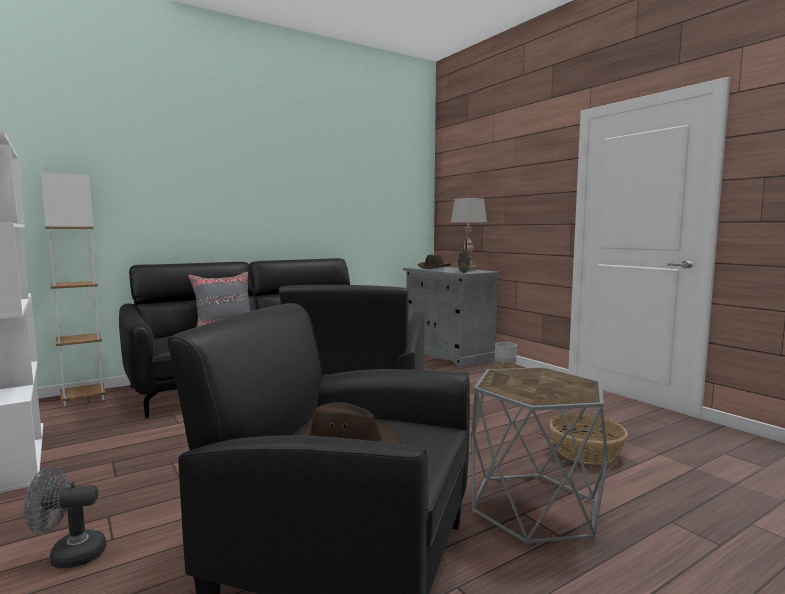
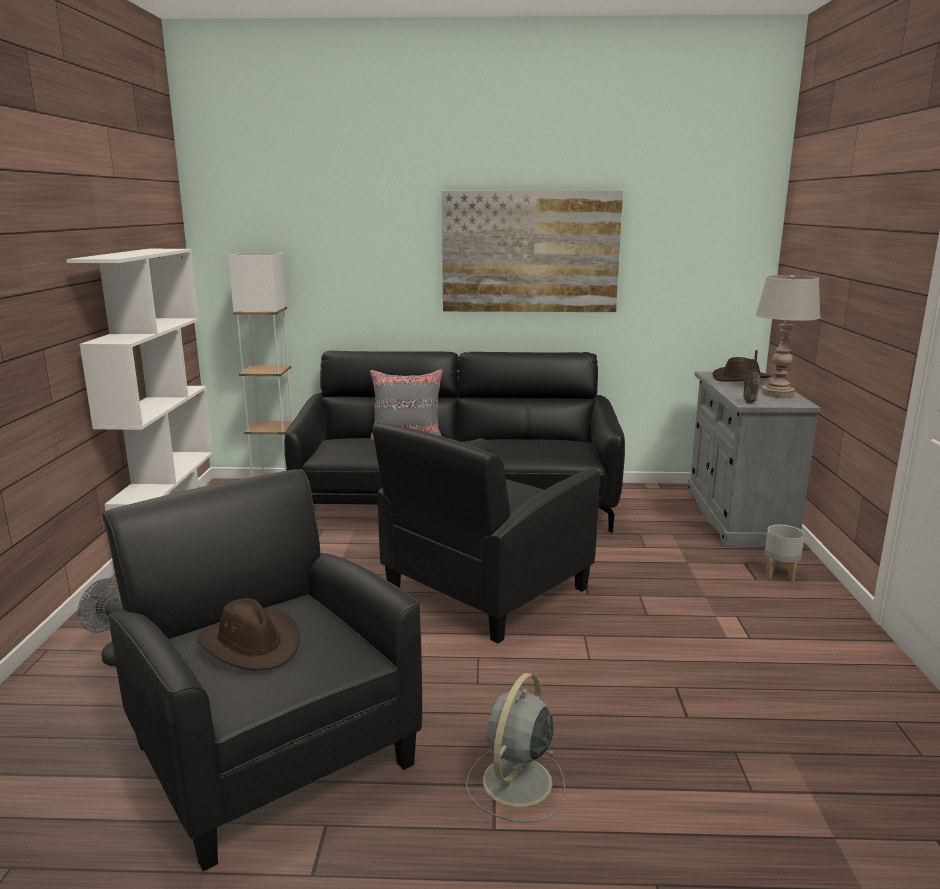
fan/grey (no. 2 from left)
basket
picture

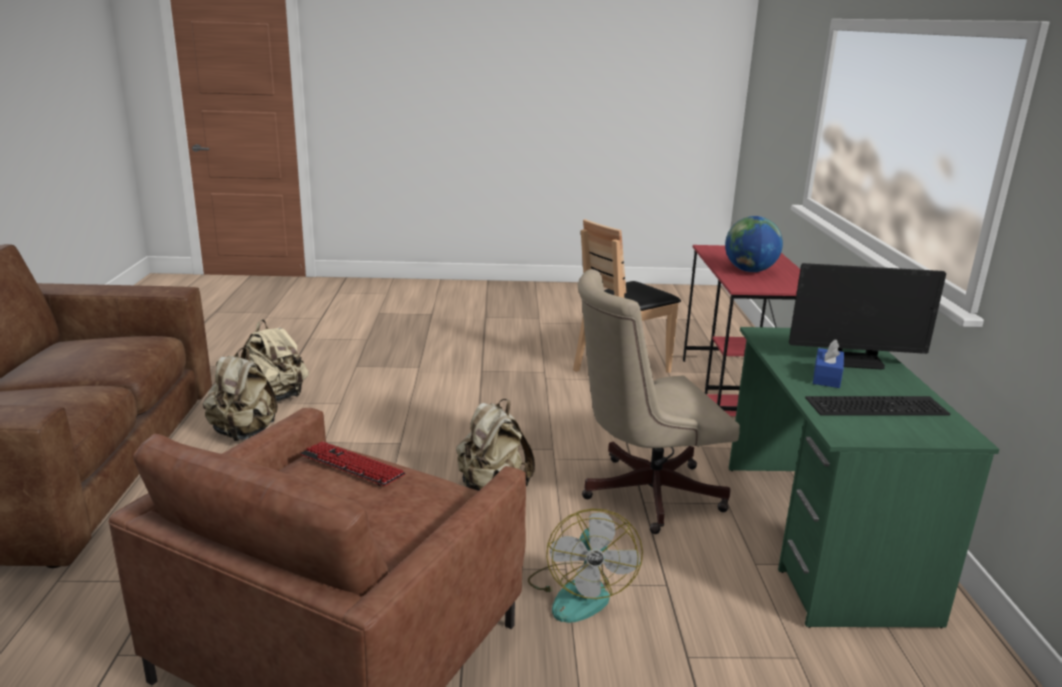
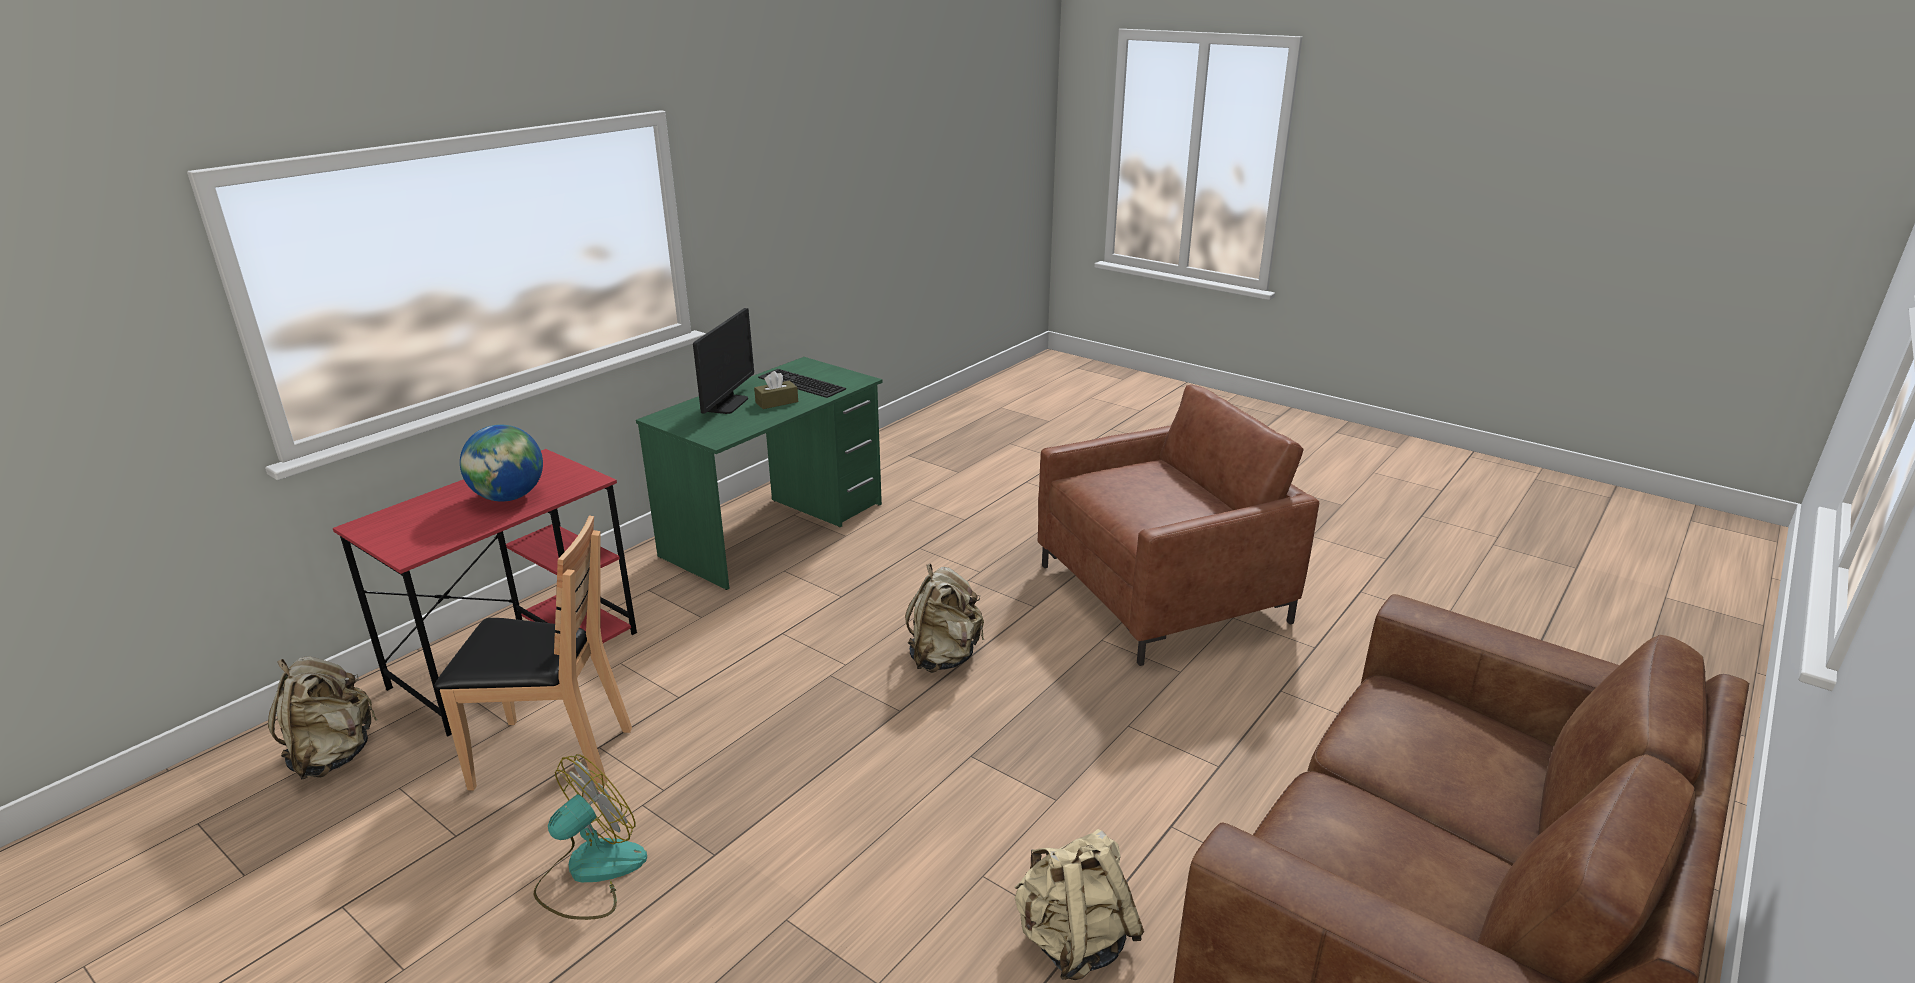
monitor
office chair/beige
tissue box/brown
backpack/beige (no. 1 from left)
keyboard (no. 1 from left in the first image)
fan

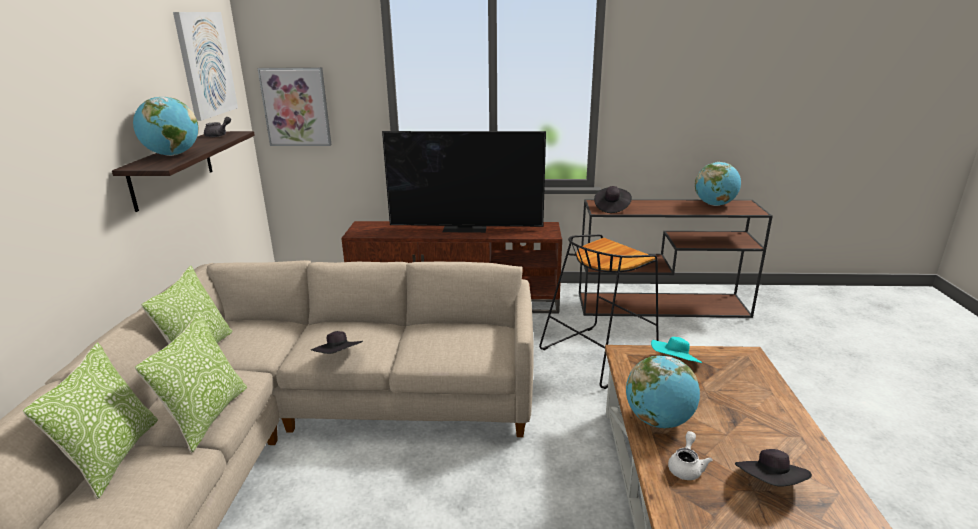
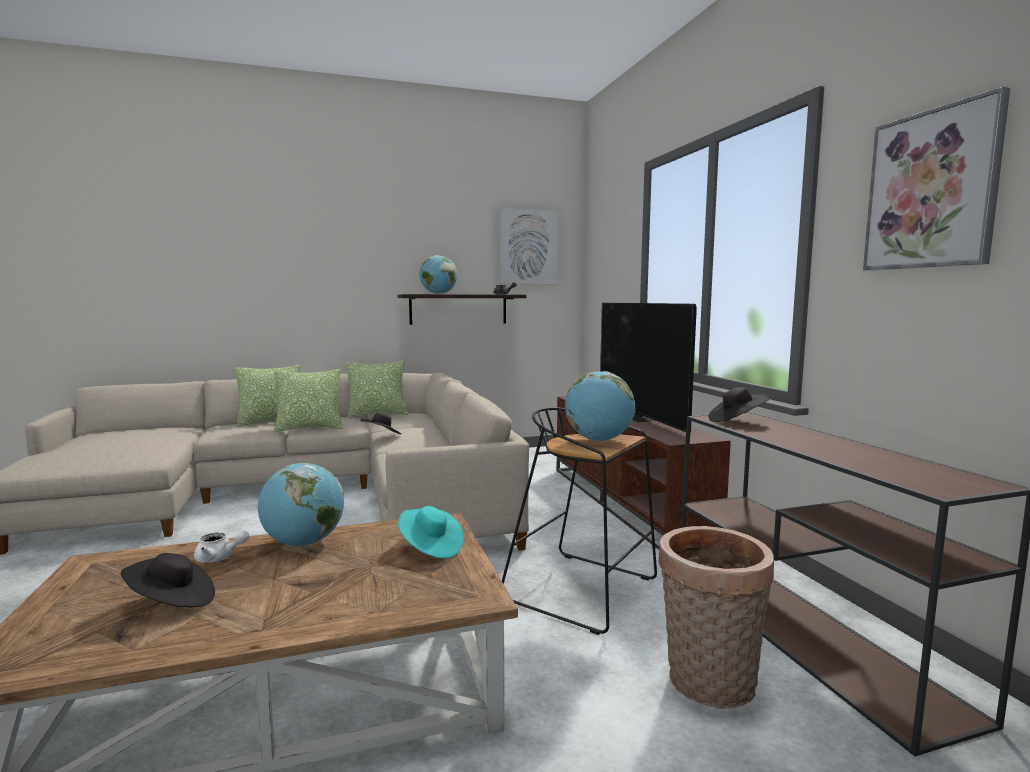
picture (no. 2 from left)
globe (no. 3 from left)
basket

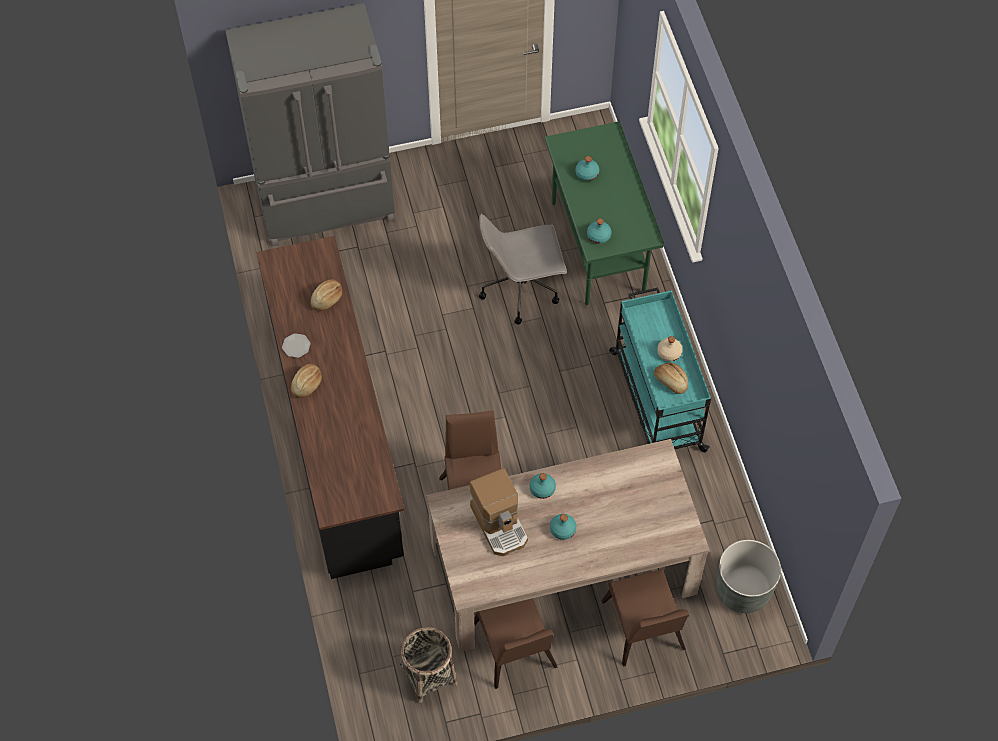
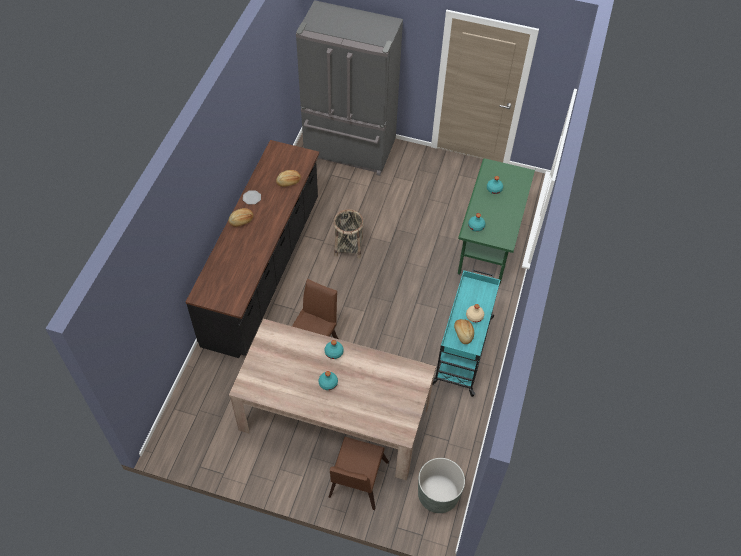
office chair/grey
coffee machine
chair/brown (no. 2 from left in the first image)
basket

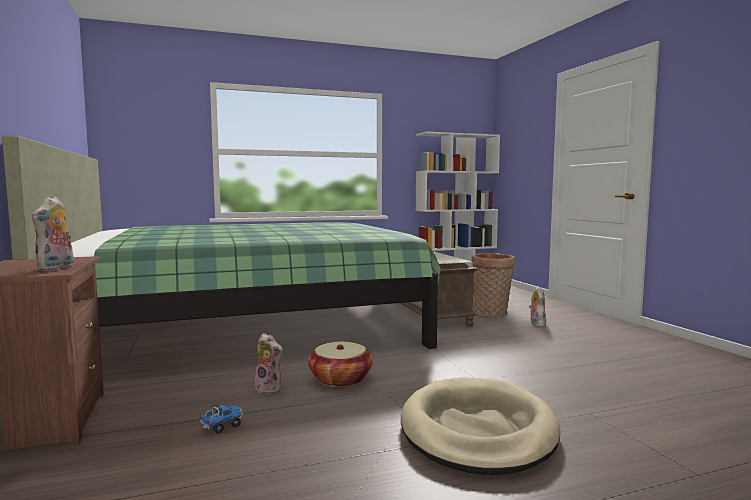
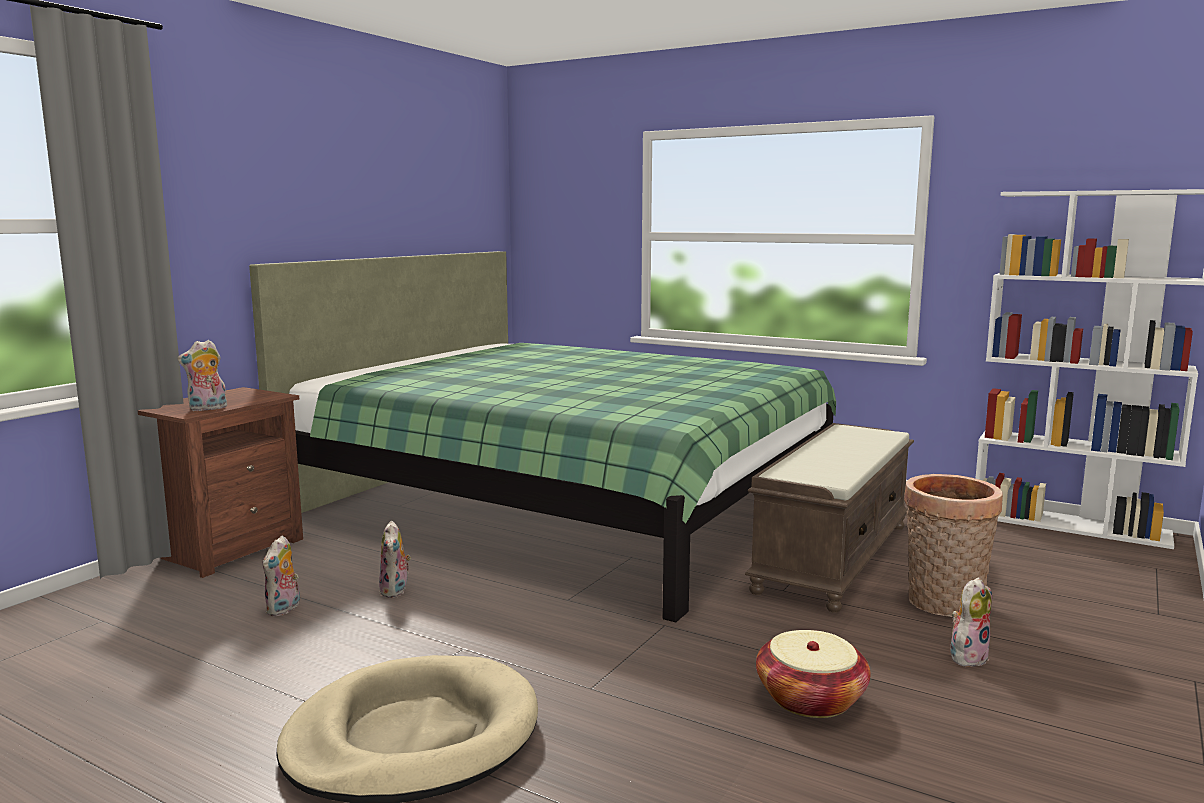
basket (no. 1 from left)
plush toy (no. 2 from left)

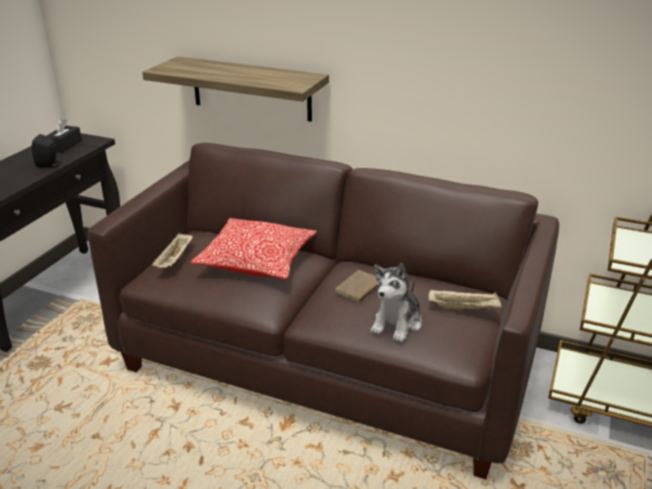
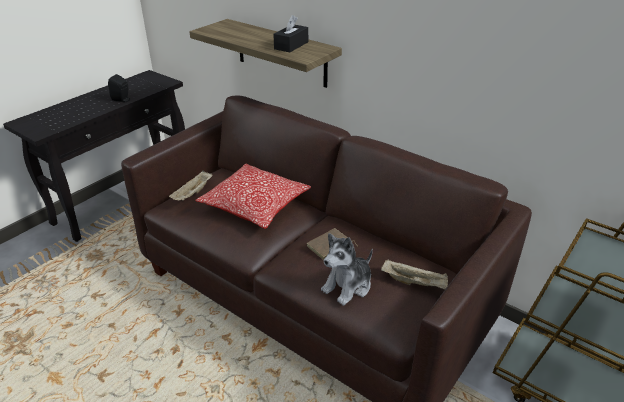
tissue box/black

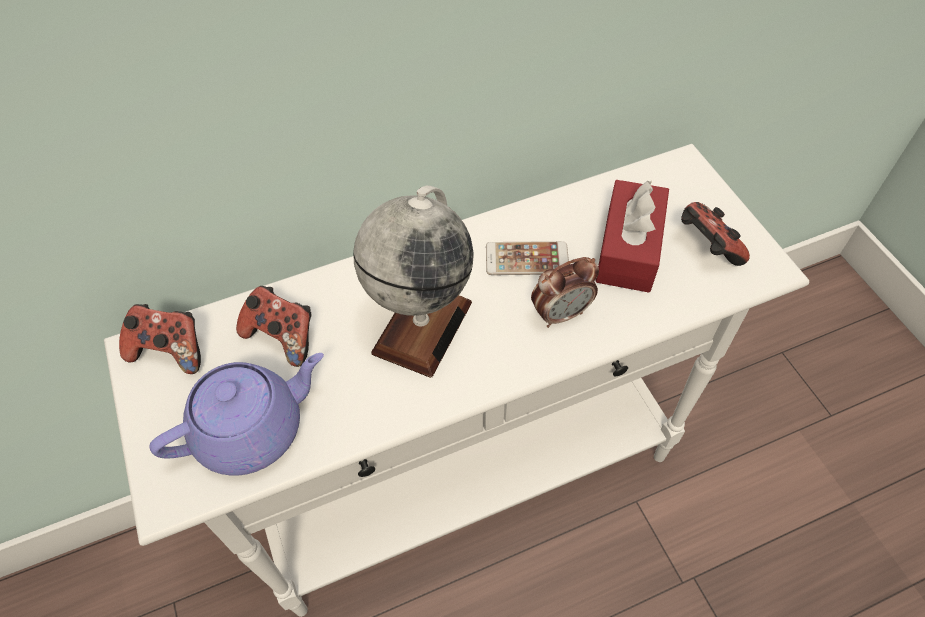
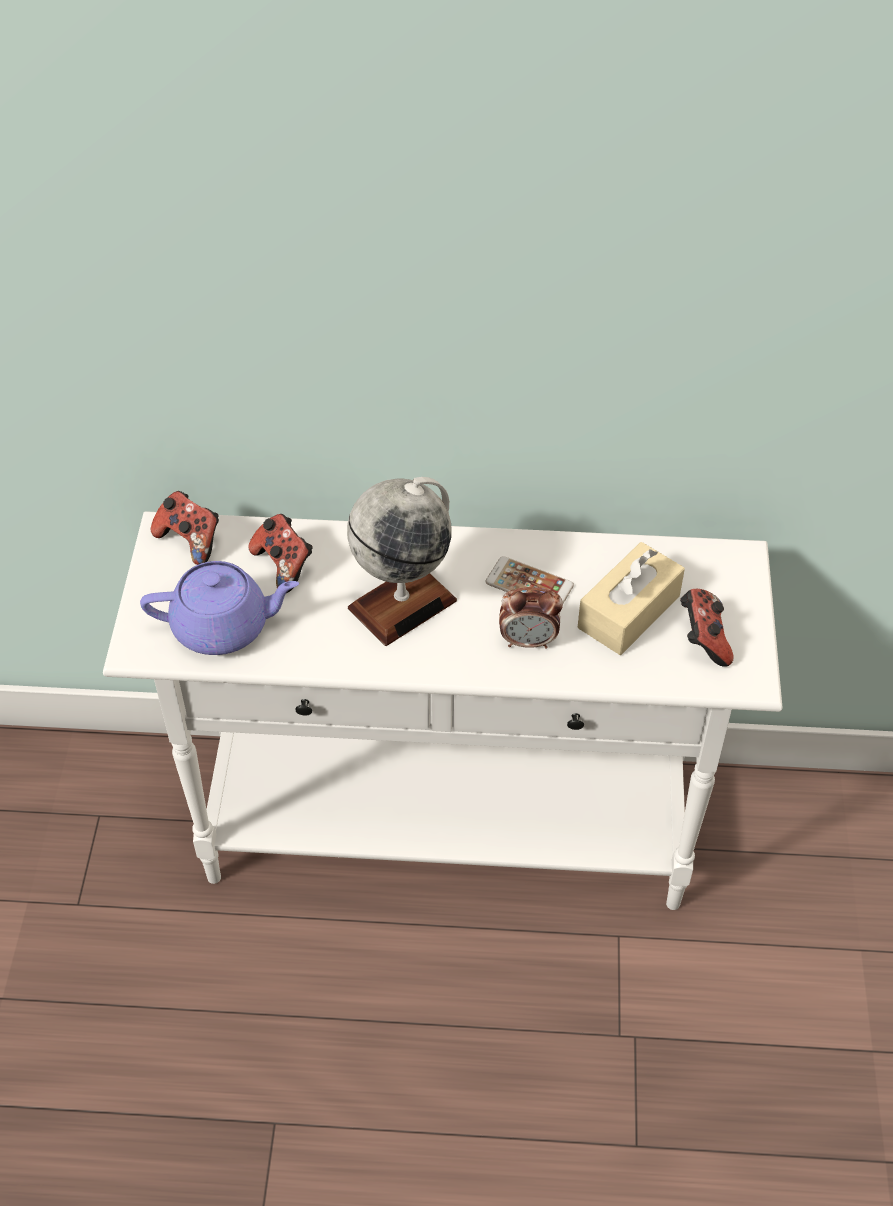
tissue box/beige

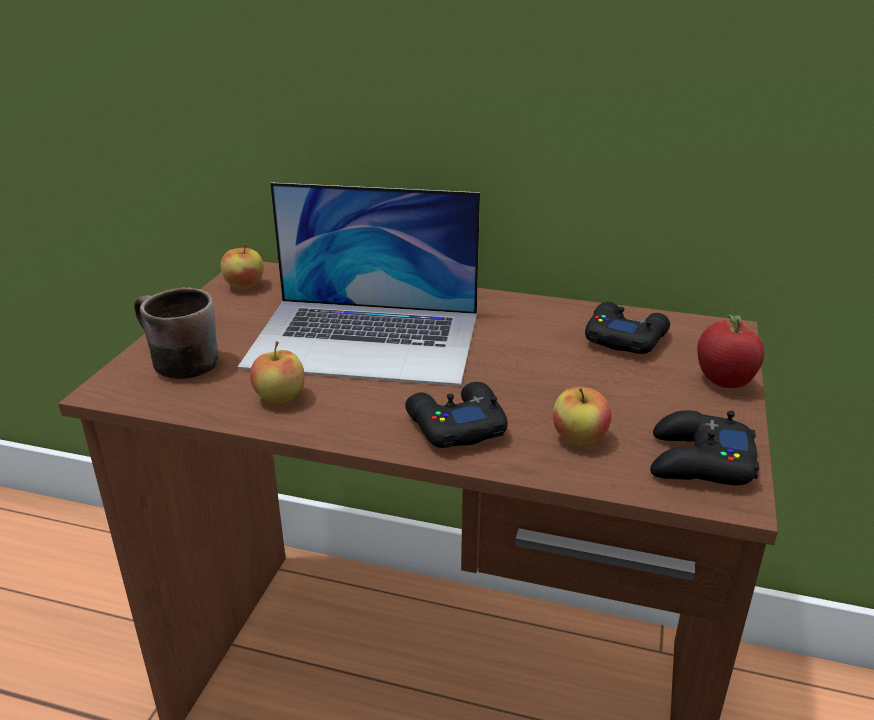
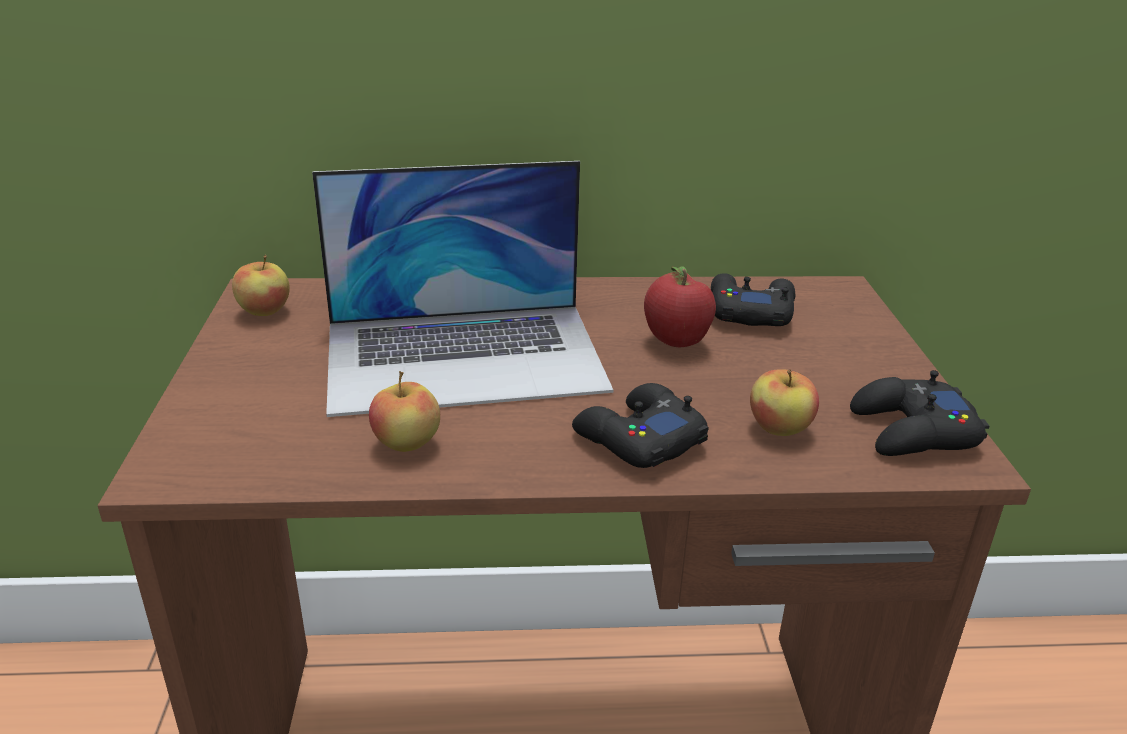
mug/brown
apple (no. 3 from left)

